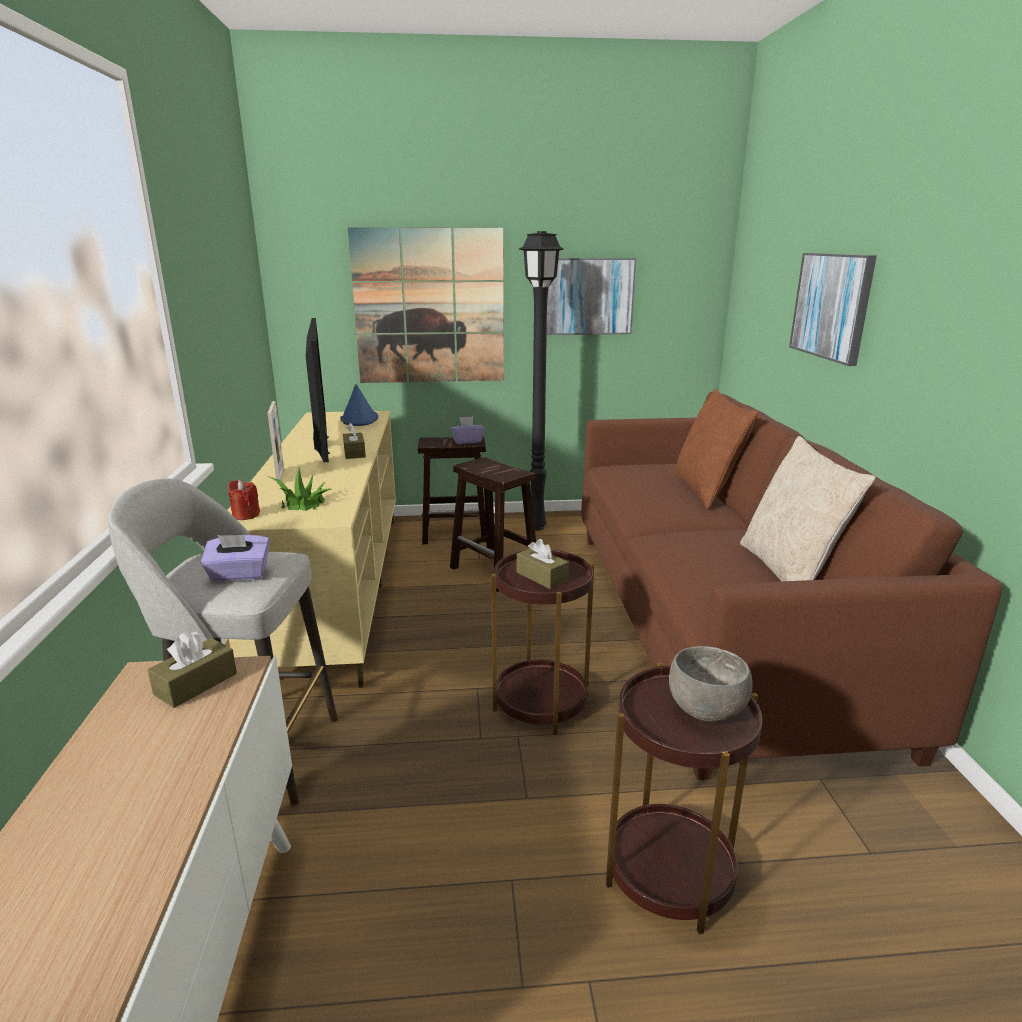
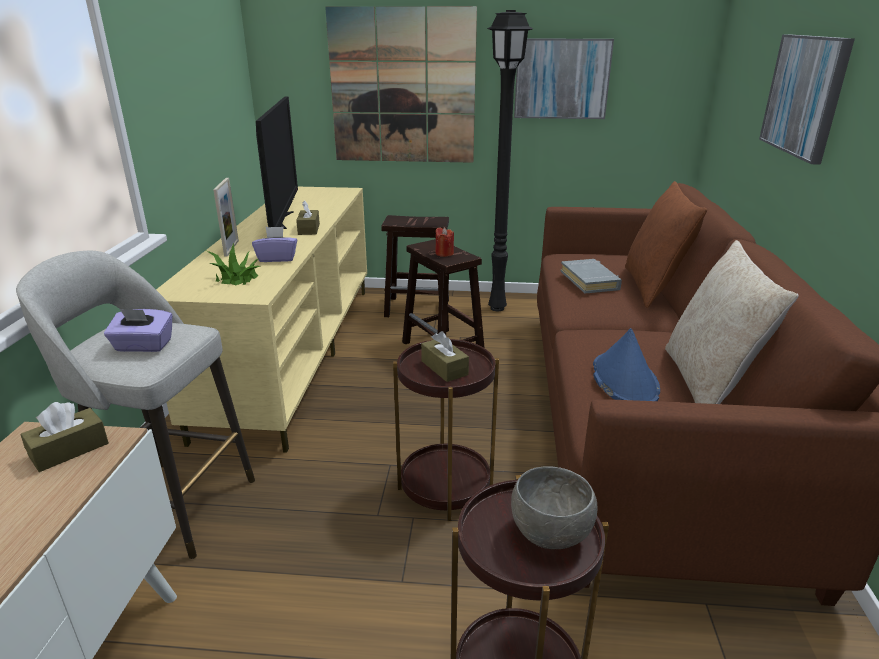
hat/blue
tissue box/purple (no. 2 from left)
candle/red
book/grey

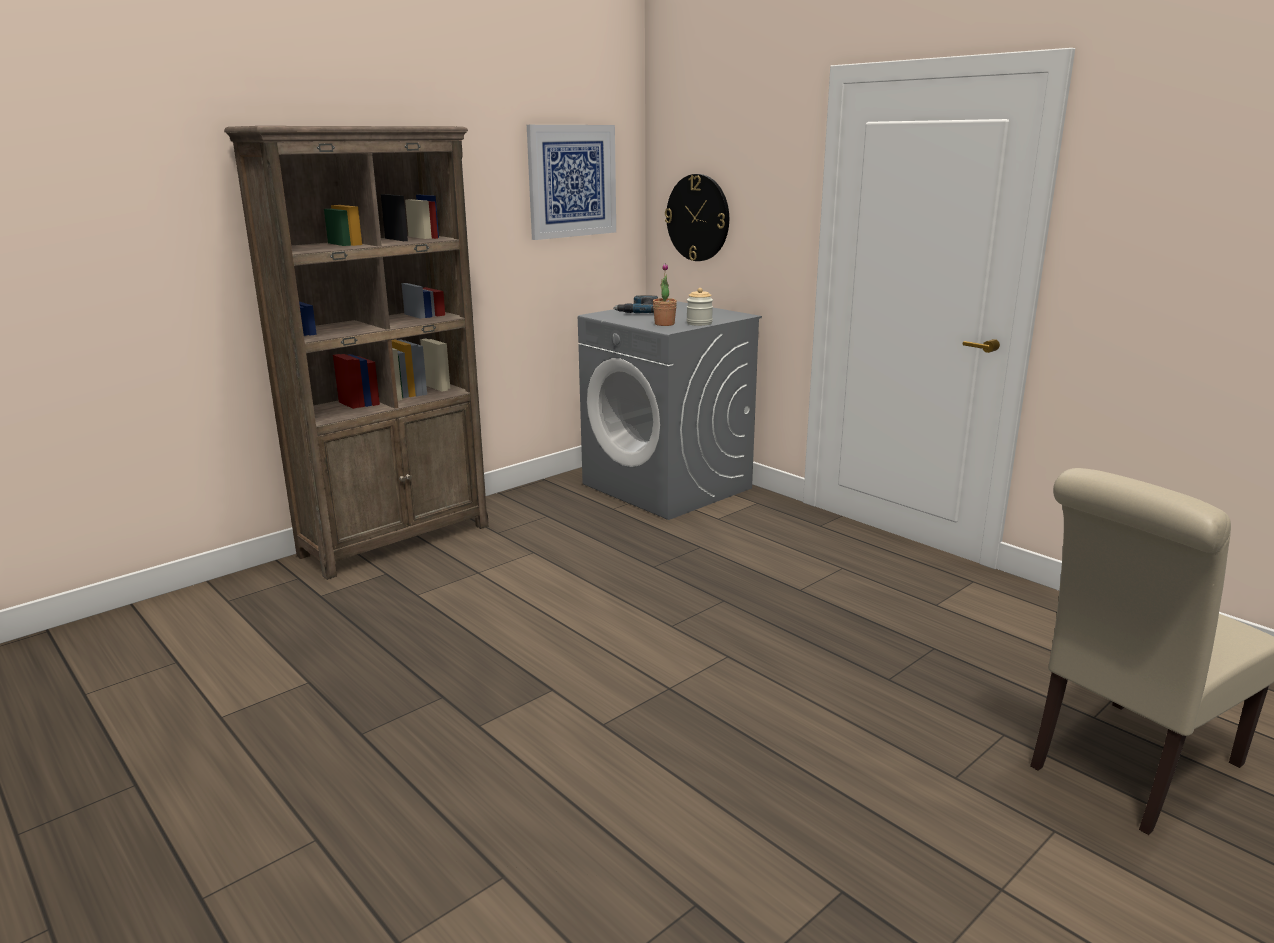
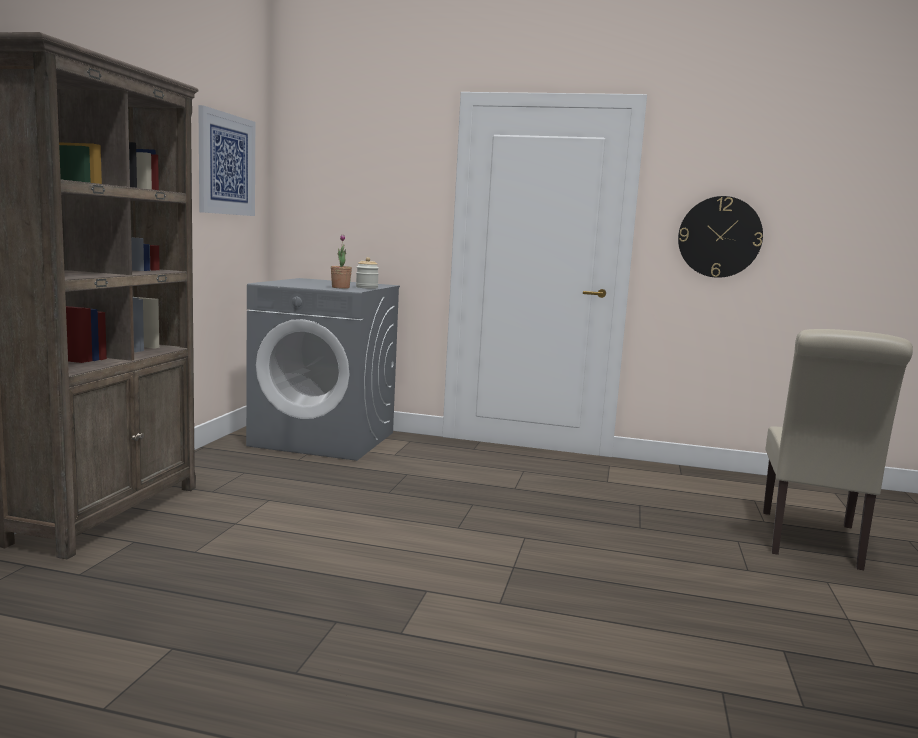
wall clock
power drill

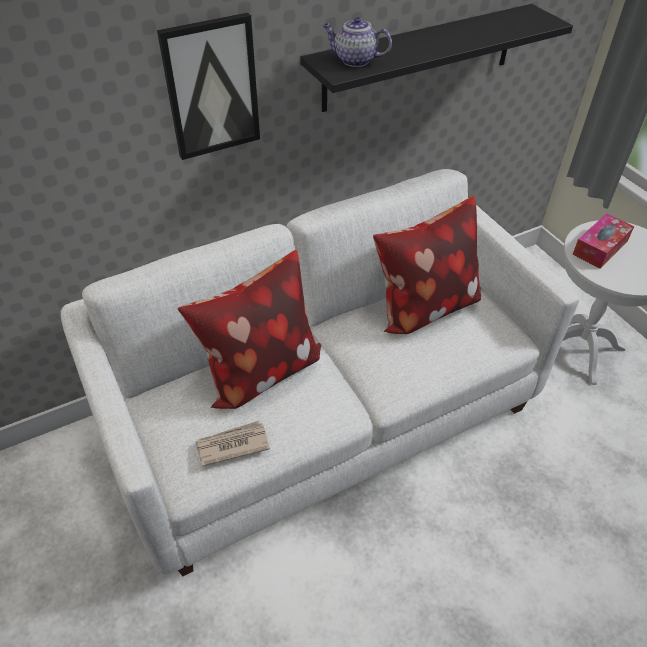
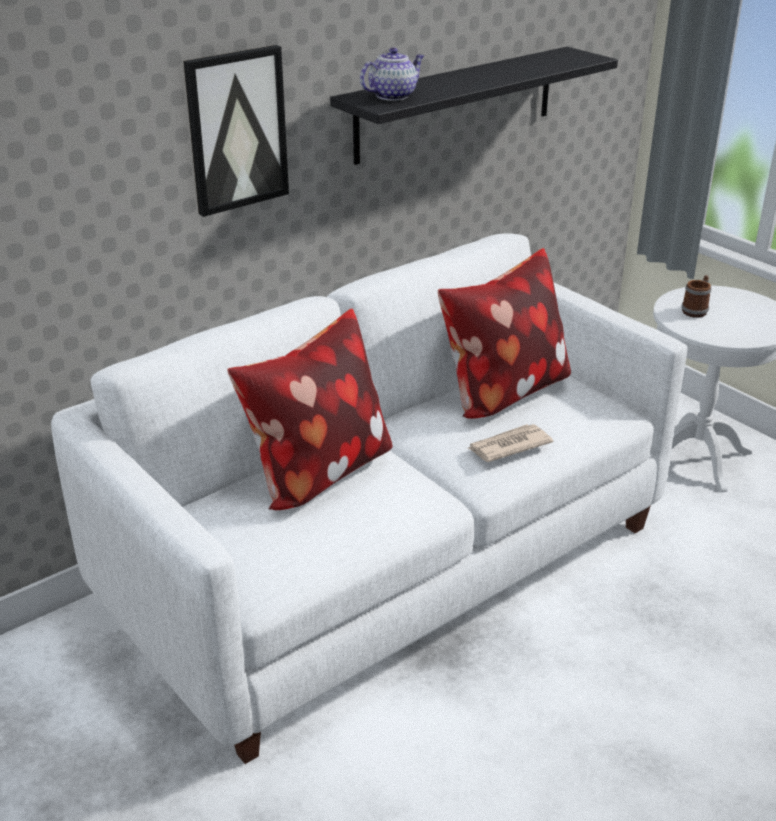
teapot
mug
newspaper

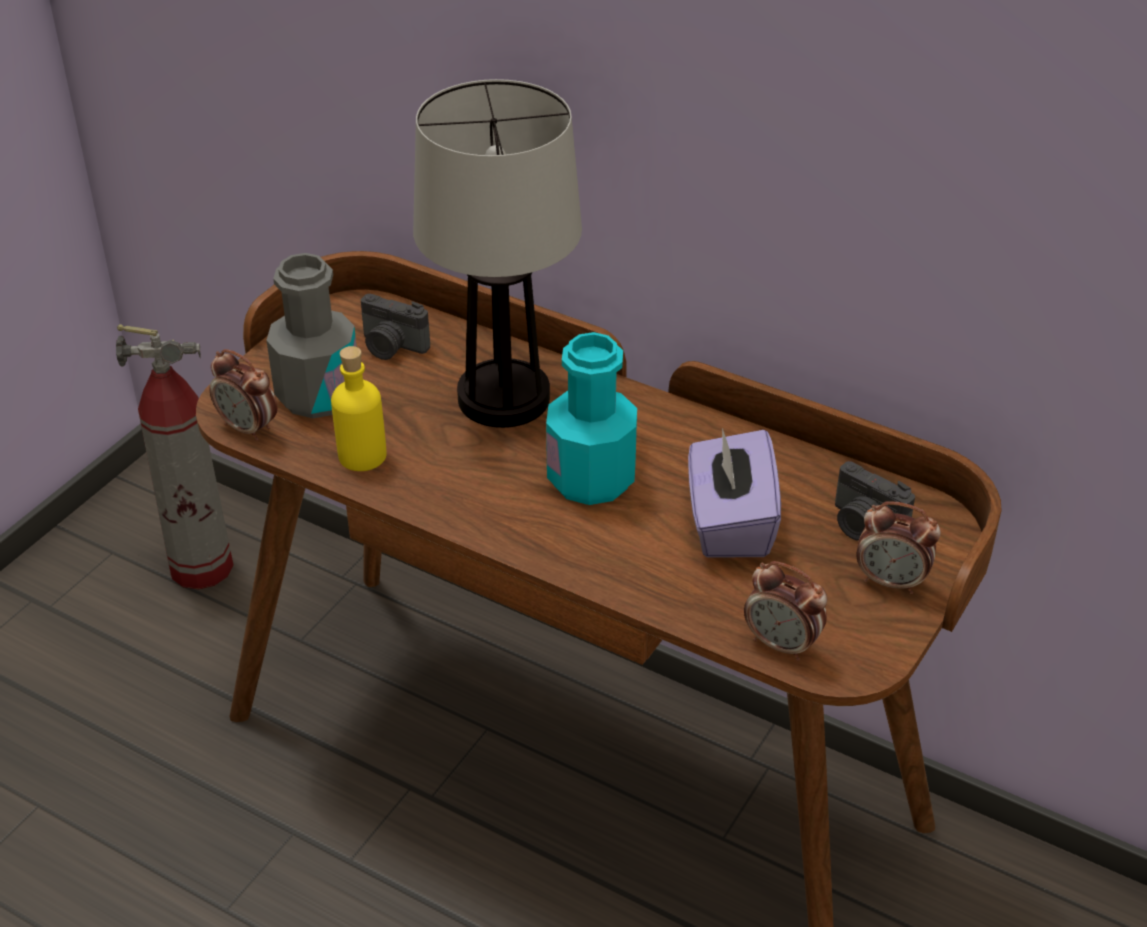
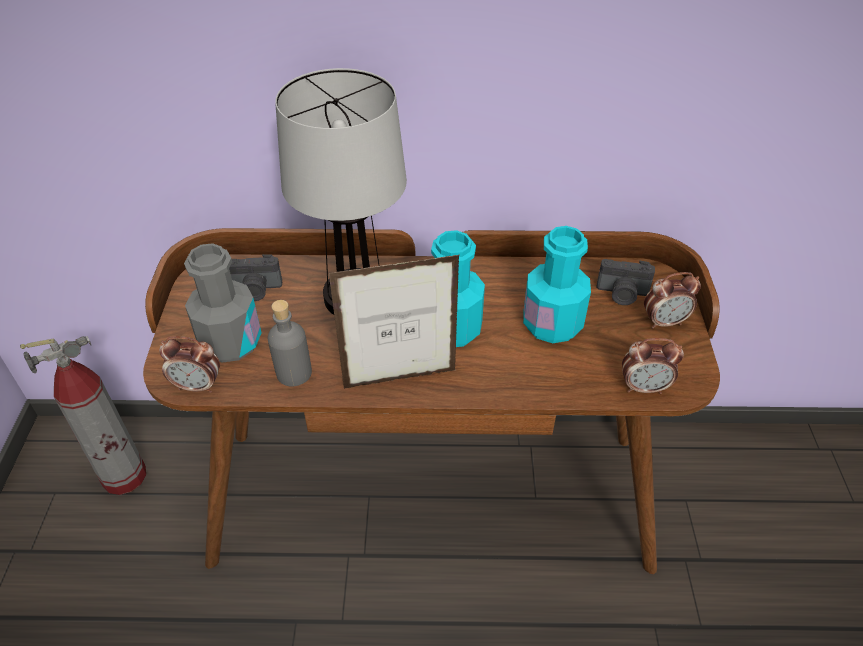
bottle/grey (no. 2 from left)
bottle/turquoise (no. 2 from left)
picture frame

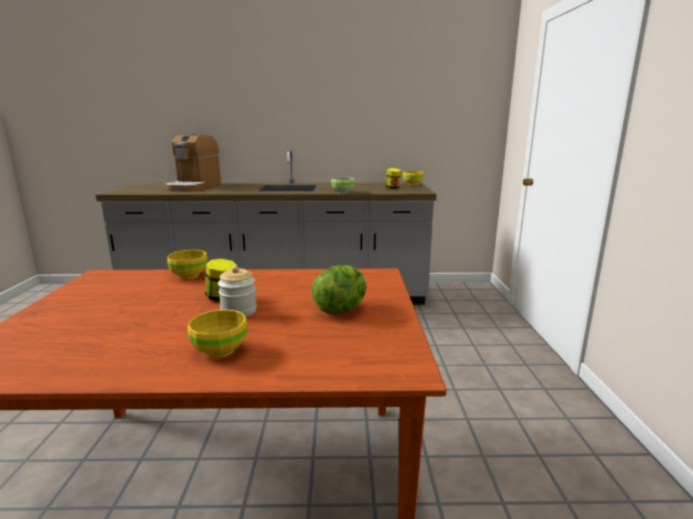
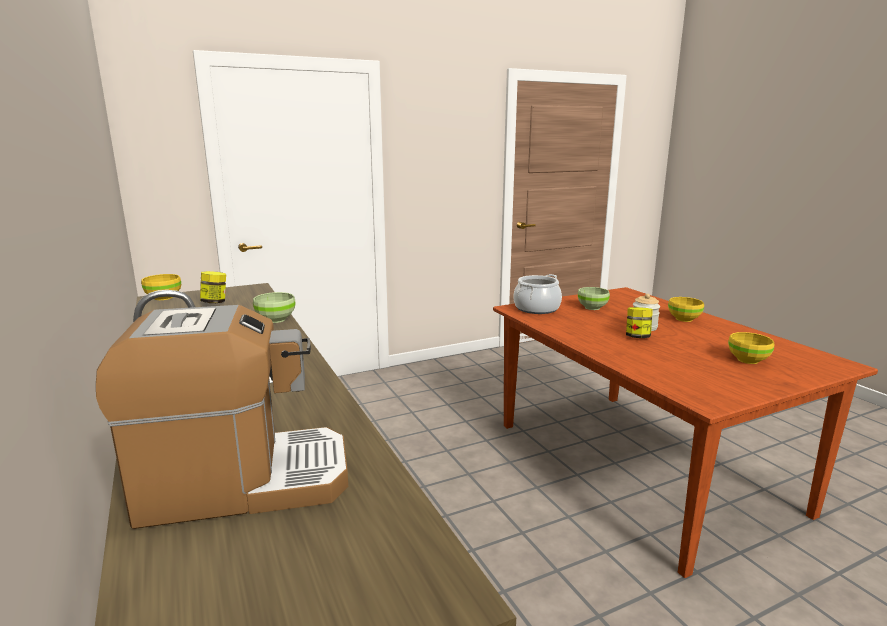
bowl/yellow (no. 3 from left)
bowl/green (no. 2 from left)
cooking pot

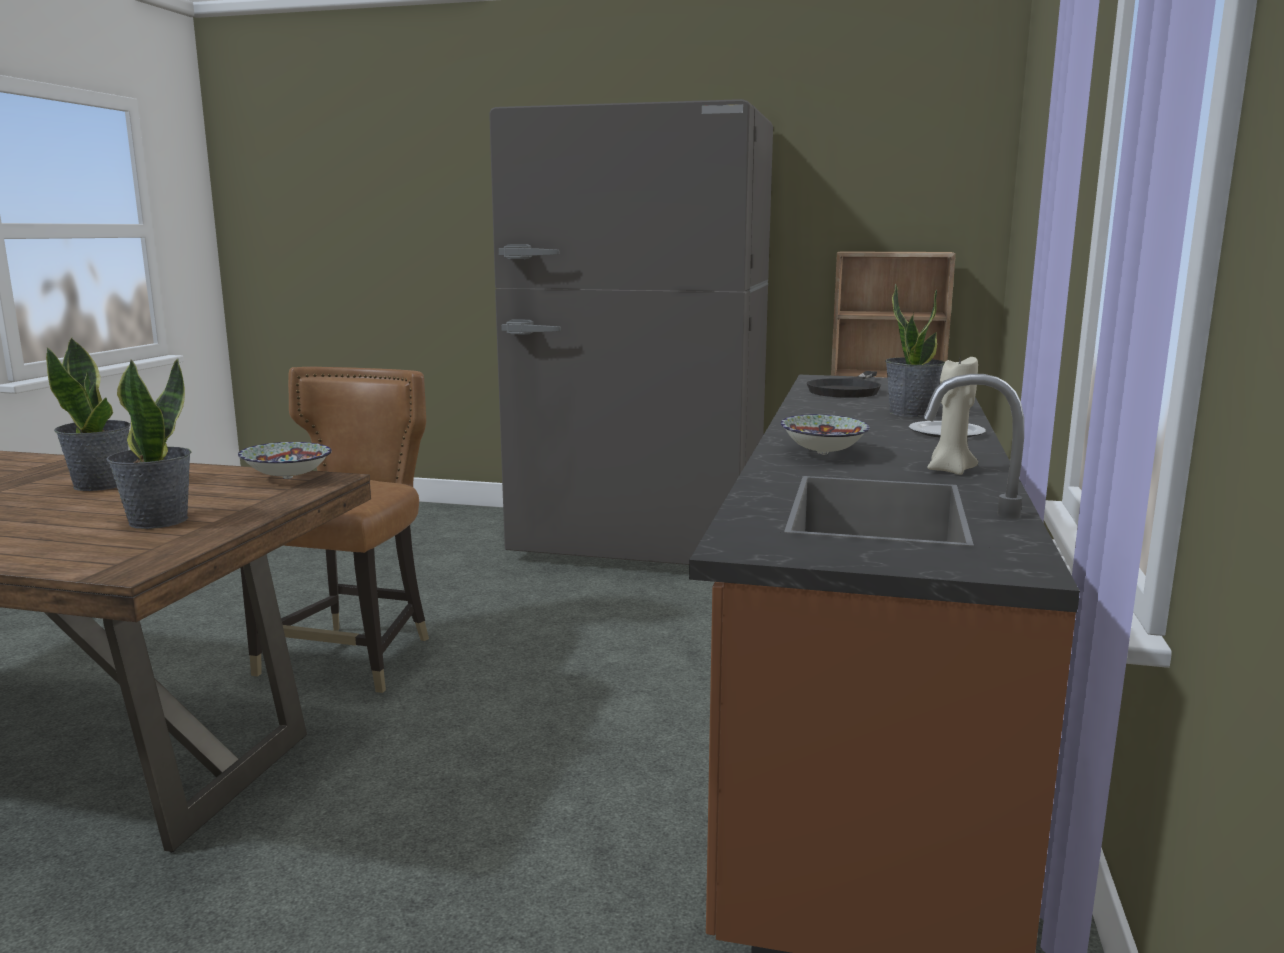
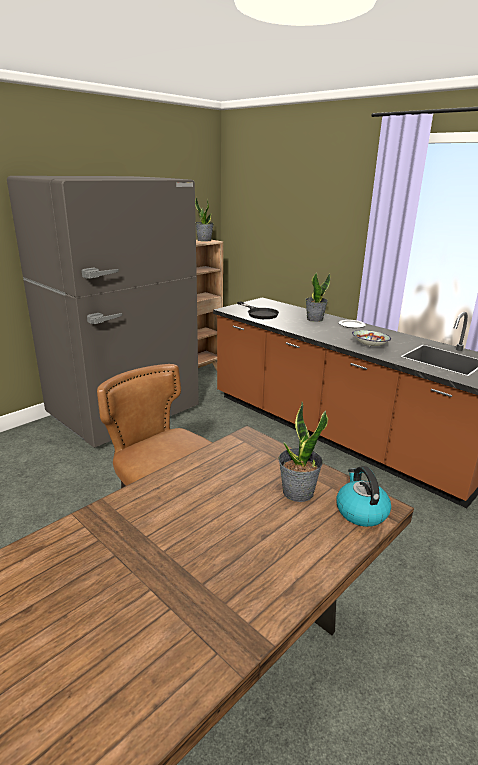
potted plant (no. 1 from left)
candle/beige
bowl (no. 1 from left in the first image)
kettle

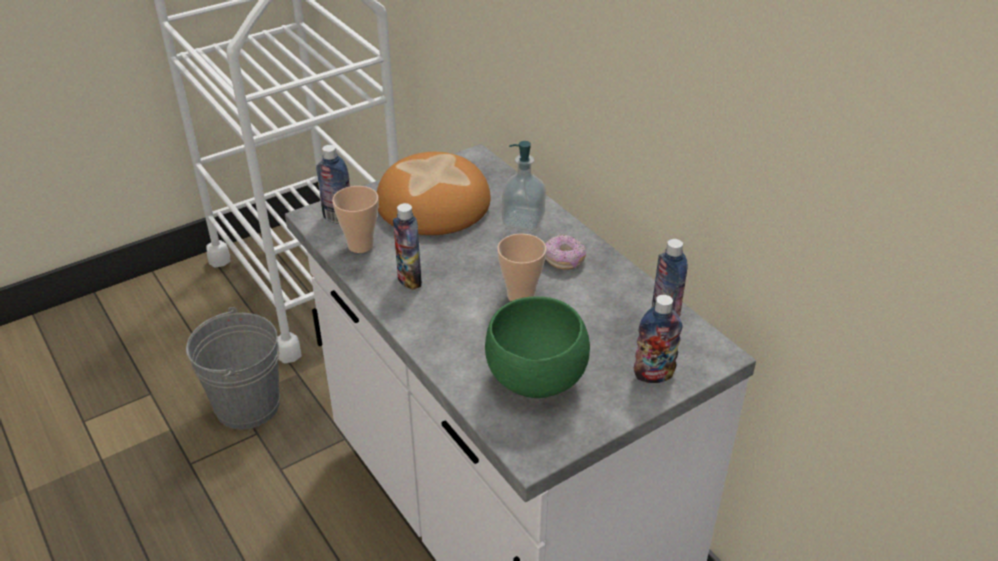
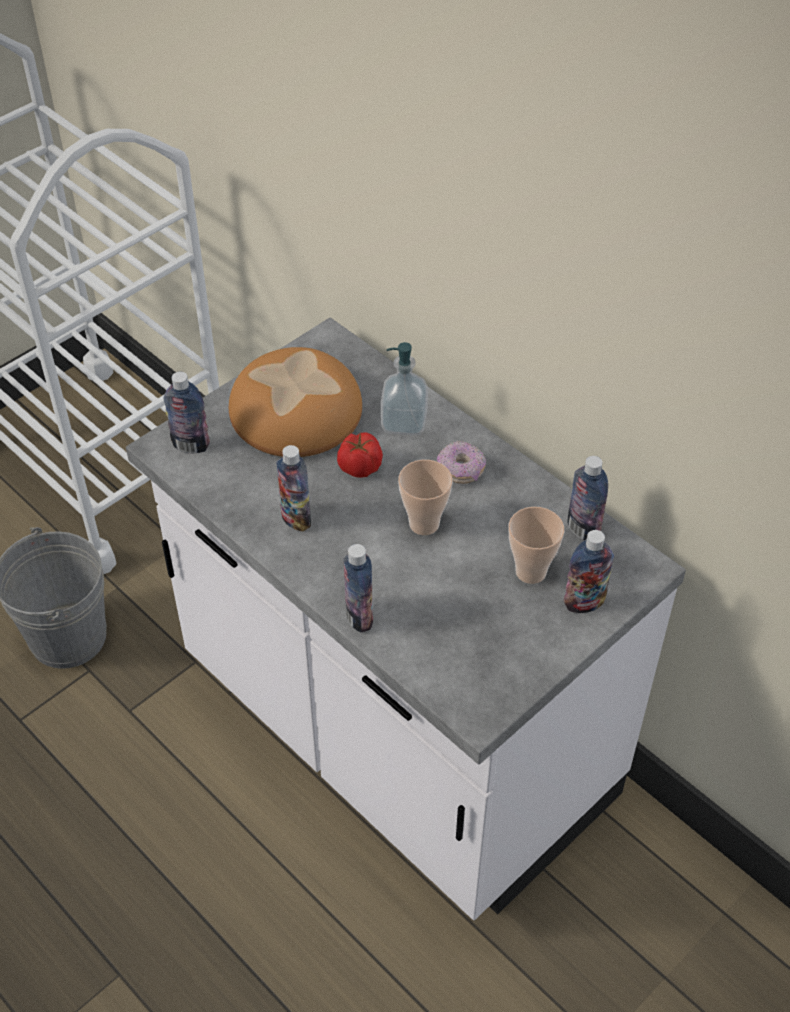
cup (no. 2 from left)
bowl/green
tomato
bottle (no. 3 from left)

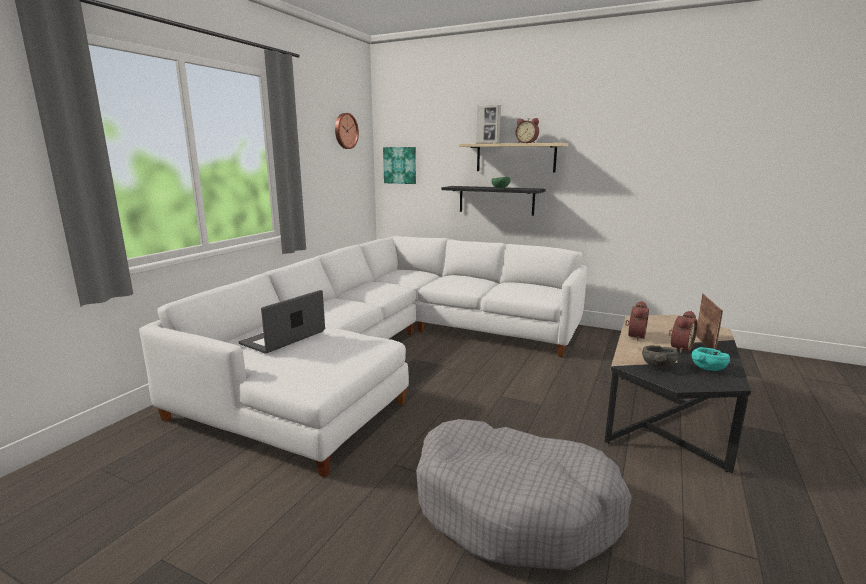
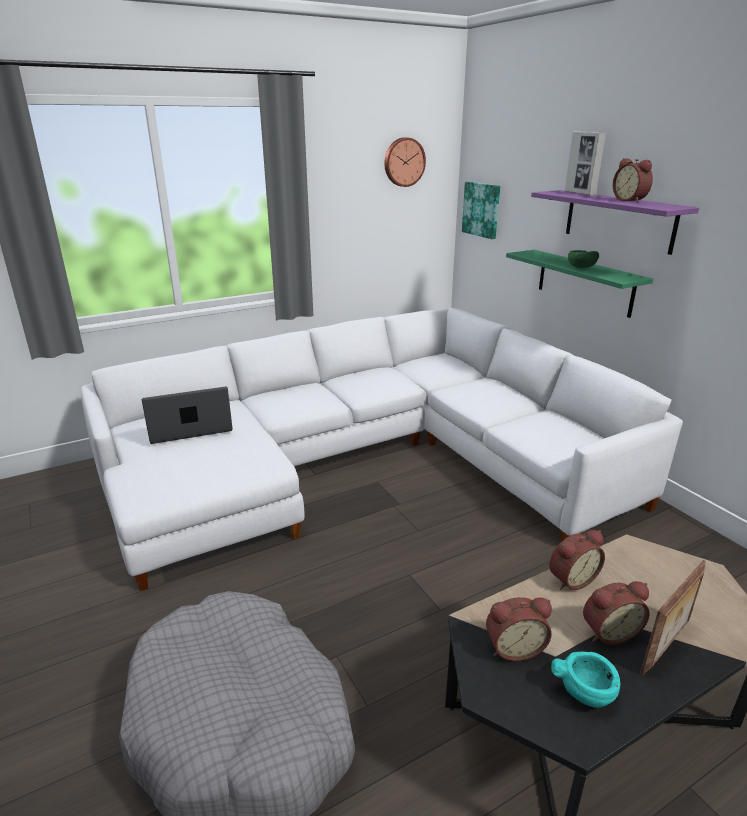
shelf/purple
shelf/green
alarm clock (no. 1 from left)

